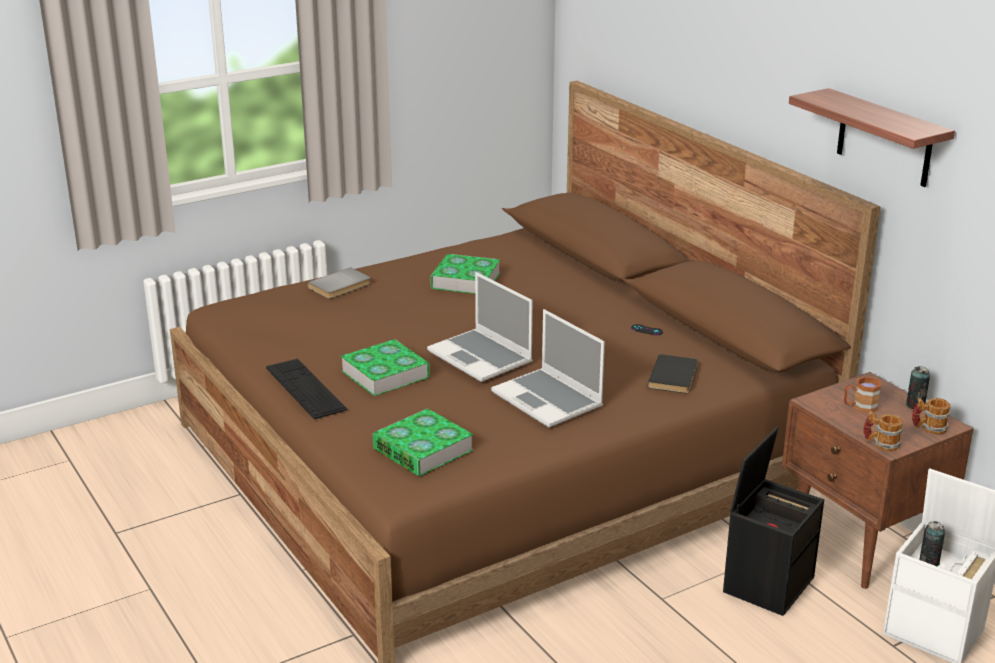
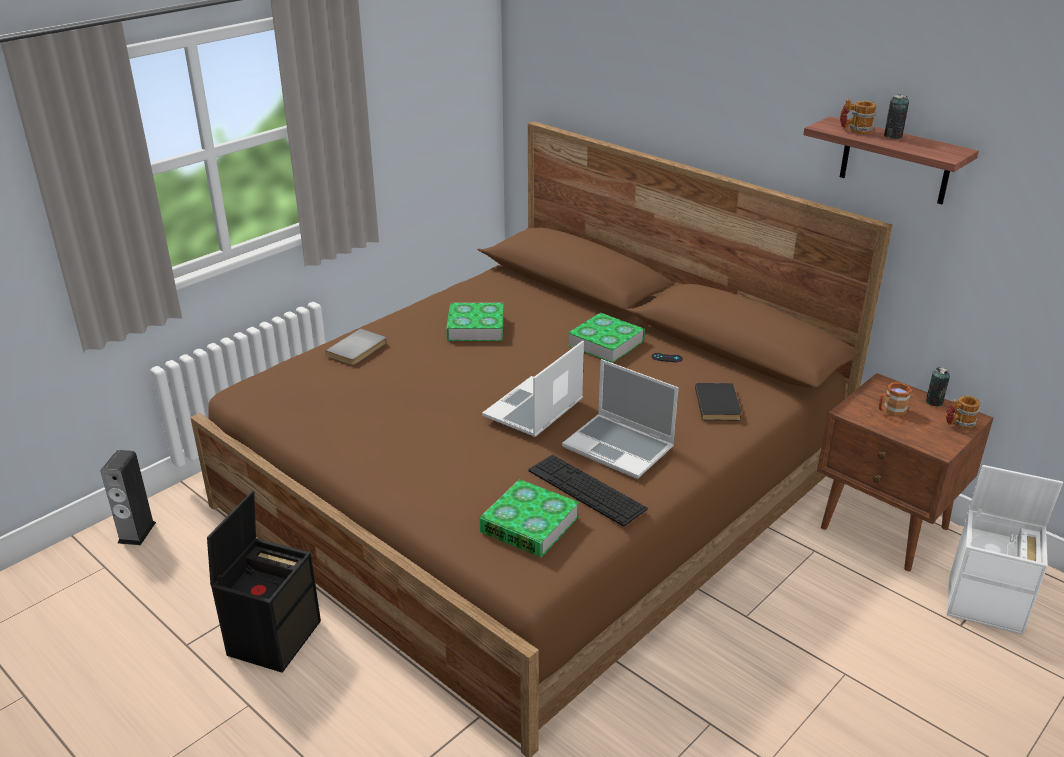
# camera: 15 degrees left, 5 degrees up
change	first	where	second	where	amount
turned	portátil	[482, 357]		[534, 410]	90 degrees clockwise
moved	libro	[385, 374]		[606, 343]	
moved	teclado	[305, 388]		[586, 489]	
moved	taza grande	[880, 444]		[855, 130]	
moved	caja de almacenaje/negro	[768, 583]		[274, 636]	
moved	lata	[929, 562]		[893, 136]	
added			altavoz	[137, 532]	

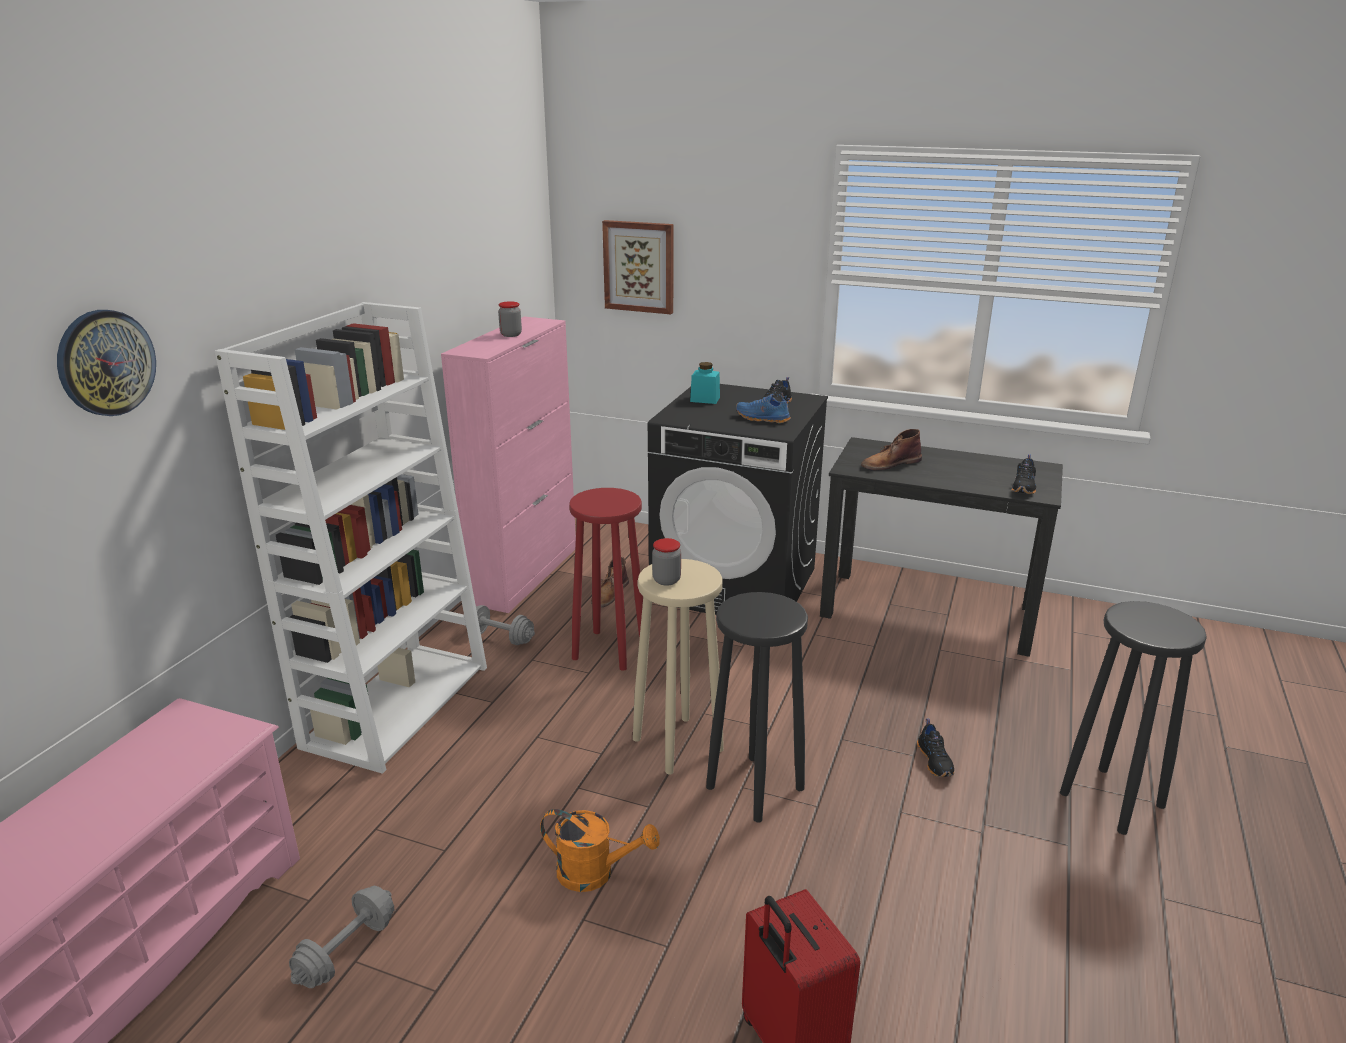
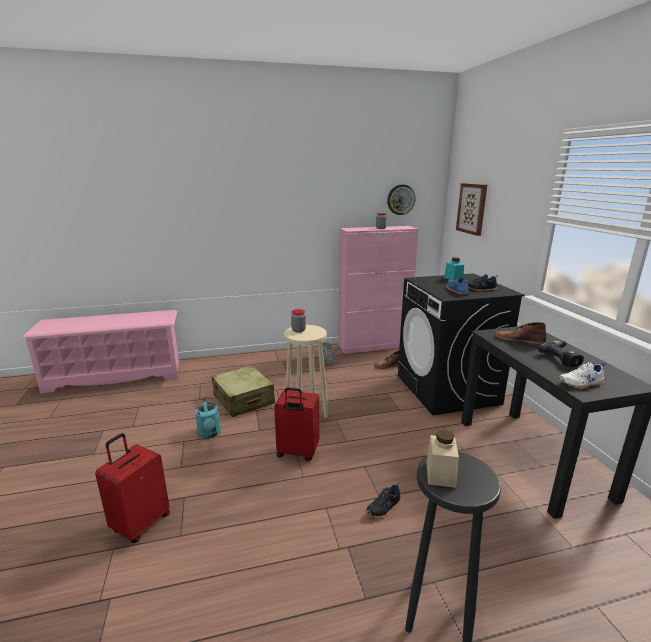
# camera: 55 degrees right, 5 degrees down
change	first	where	second	where	amount
removed	estantería/blanco	[397, 704]			
moved	reloj de pared	[106, 363]		[400, 199]	
recoloured	zapato/negro	[1024, 487]	zapato/blanco	[581, 384]	
removed	taburete/rojo	[610, 650]			
replaced	taburete/negro	[754, 788]	maleta/rojo	[297, 453]	
recoloured	regadera/naranja	[595, 873]	regadera/turquesa	[210, 433]	
removed	mancuerna/gris	[346, 951]			
added			taladro	[563, 358]	
added			maleta/beis	[243, 399]	
added			tarro/beis	[440, 474]	

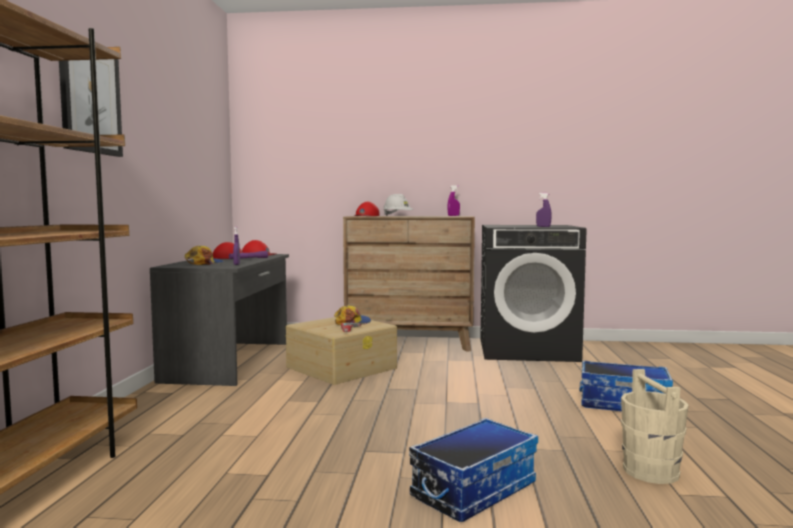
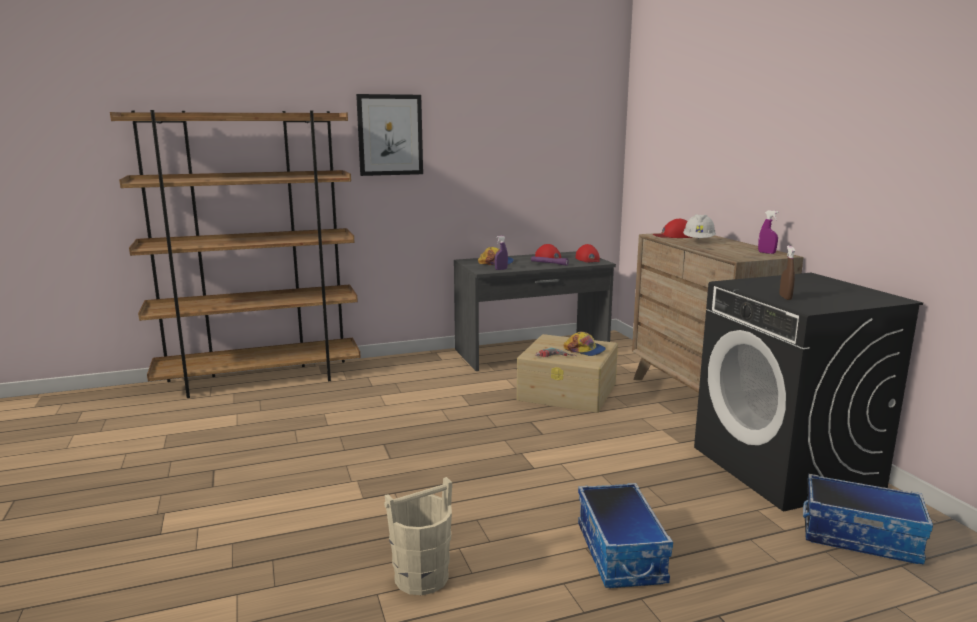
# camera: 65 degrees right, 10 degrees up
change	first	where	second	where	amount
recoloured	pulverizador/morado	[543, 226]	pulverizador/marrón	[785, 297]	
moved	caja de almacenaje	[473, 489]		[860, 537]	

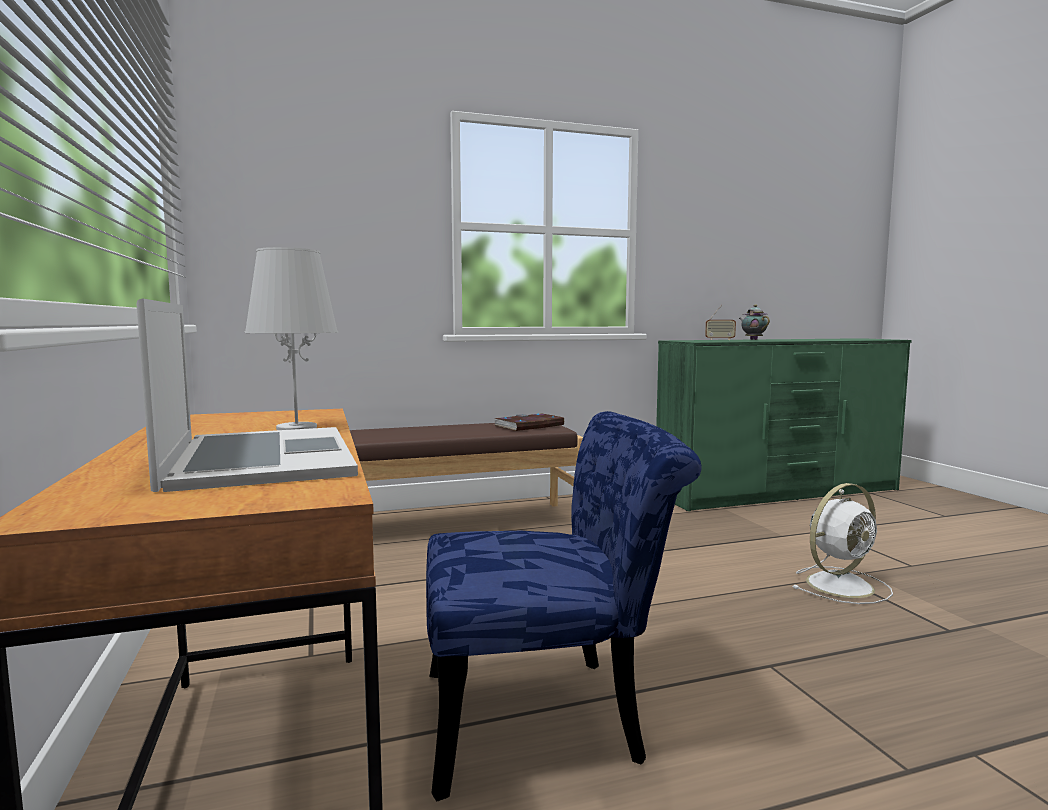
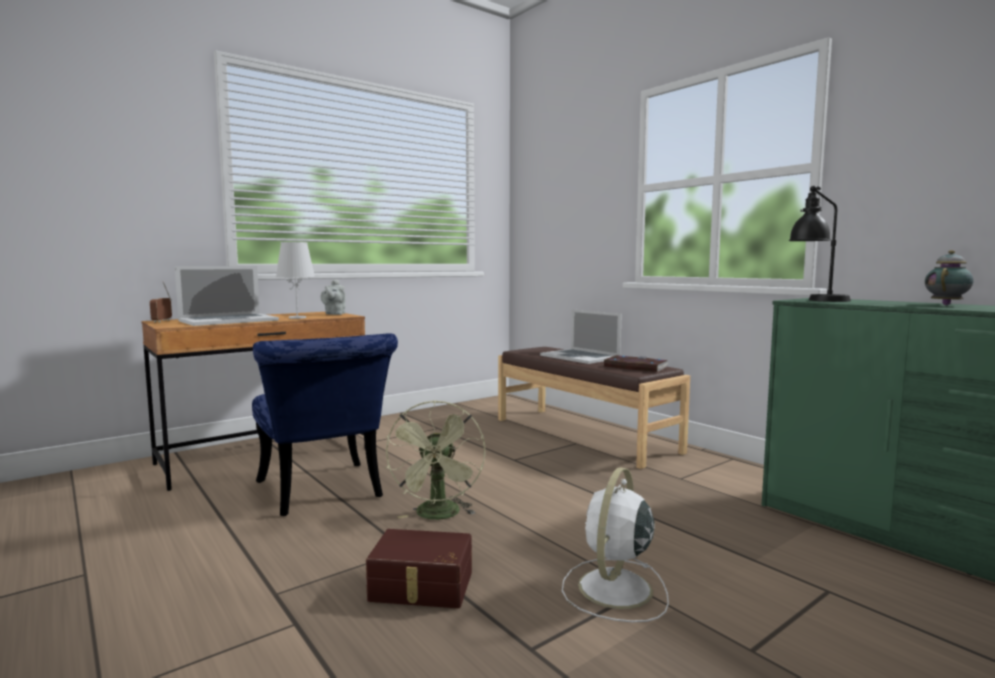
# camera: 70 degrees right, 0 degrees up
change	first	where	second	where	amount
moved	radio	[719, 340]		[162, 321]	
turned	ventilador/blanco	[841, 585]		[614, 590]	75 degrees clockwise
added			lámpara de mesa/negro	[817, 301]	
added			tetera/gris	[334, 314]	
added			portátil	[580, 357]	
added			ventilador/verde	[439, 516]	
added			caja de almacenaje/marrón	[421, 587]	

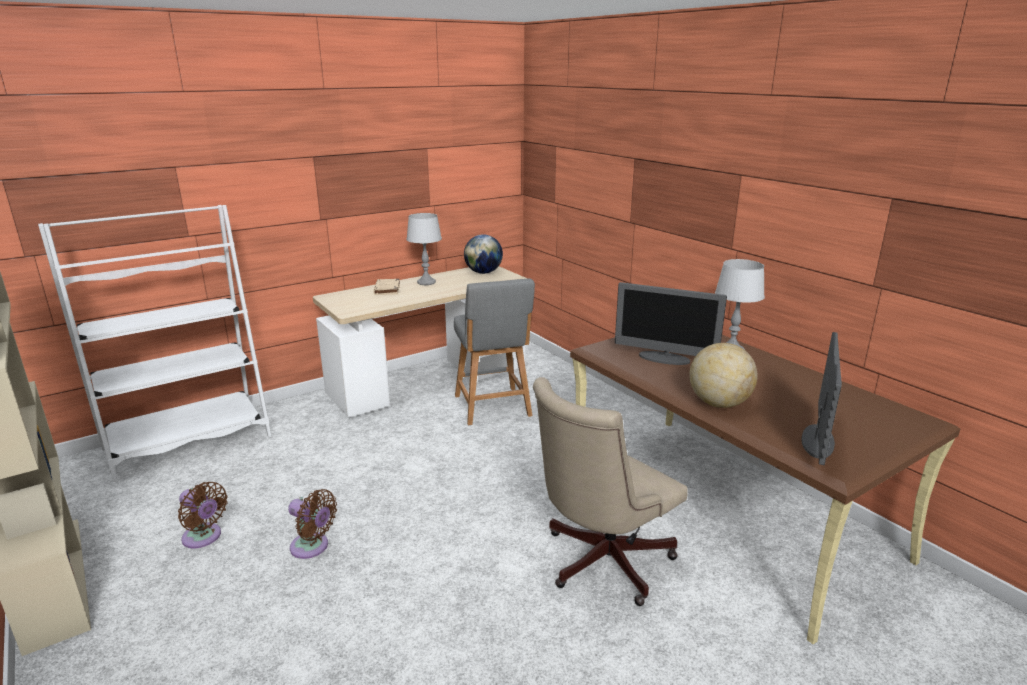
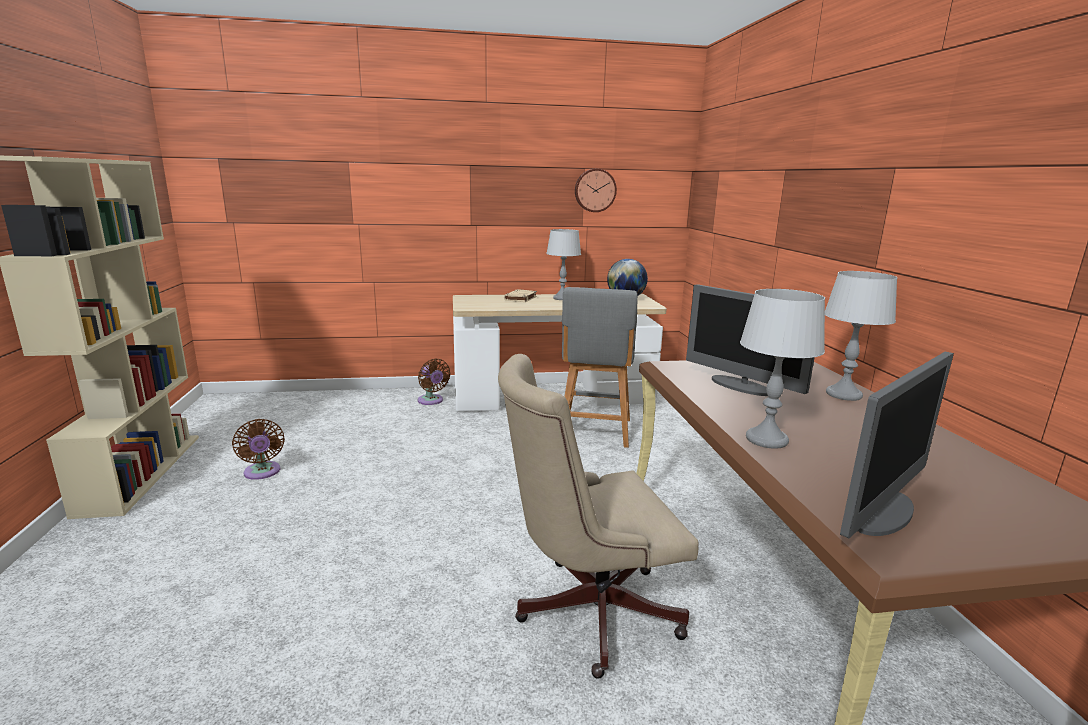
# camera: 25 degrees right, 5 degrees down
change	first	where	second	where	amount
removed	estantería/blanco	[188, 443]			
replaced	globo terráqueo	[718, 403]	lámpara de mesa/gris	[766, 439]	
moved	ventilador/marrón	[312, 547]		[431, 401]	
added			reloj de pared	[595, 190]	

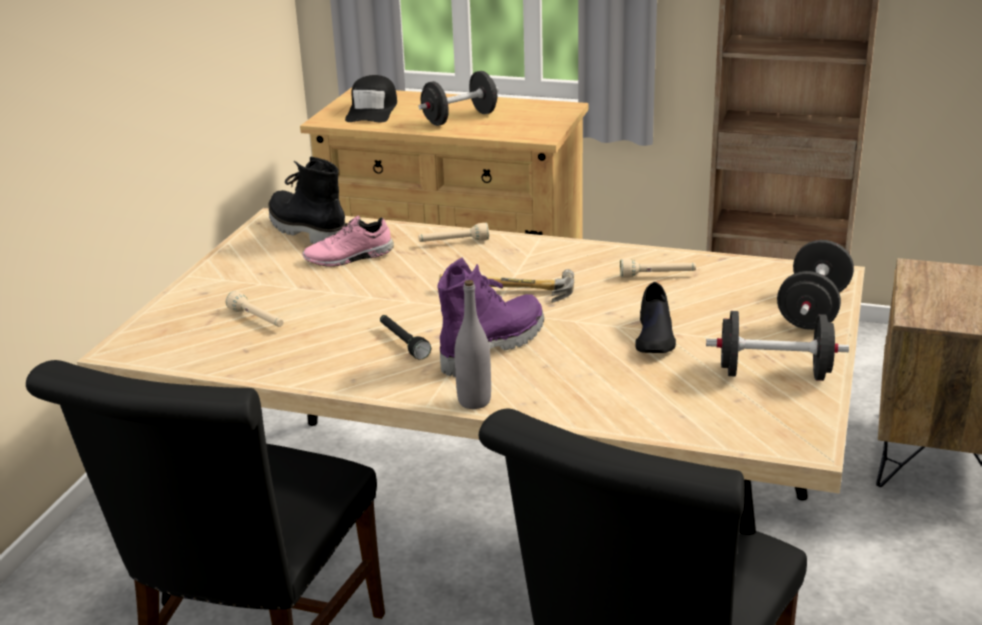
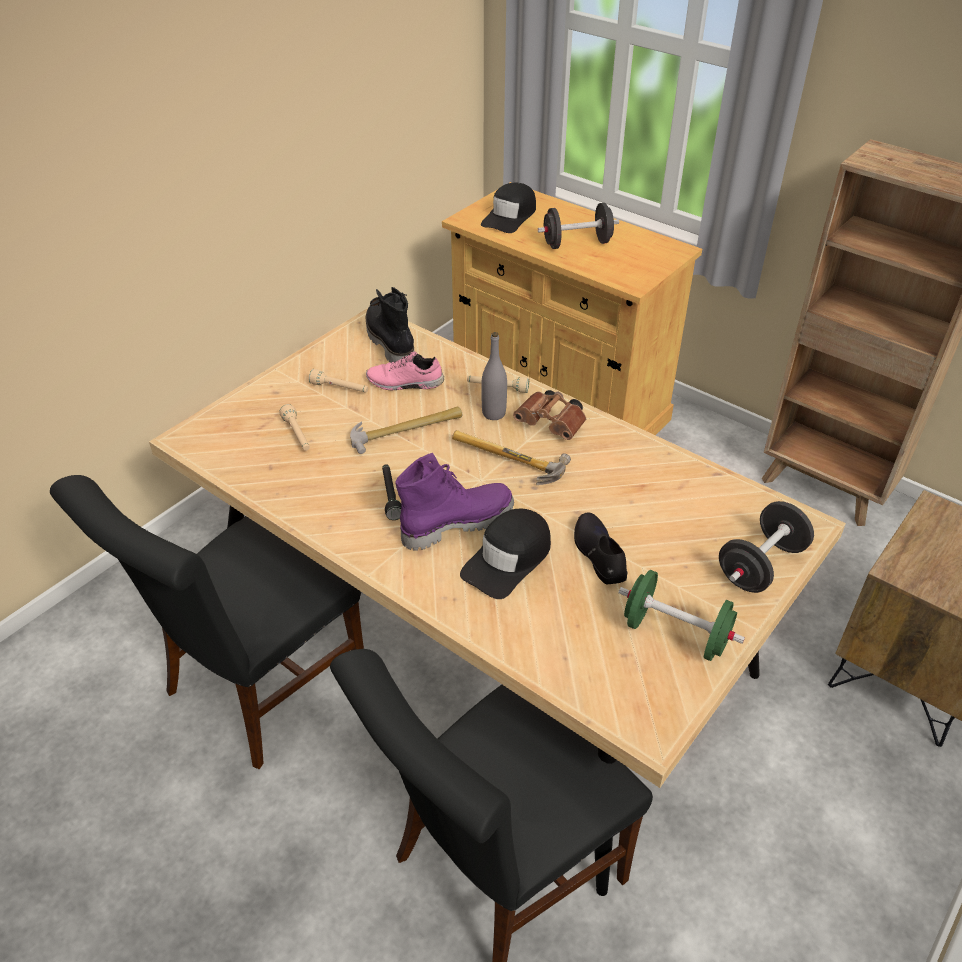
# camera: 20 degrees right, 15 degrees up
change	first	where	second	where	amount
moved	linterna/beis	[657, 276]		[340, 389]	
moved	botella/gris	[474, 401]		[494, 413]	
turned	zapato/negro	[655, 336]		[599, 553]	135 degrees clockwise
recoloured	mancuerna/negro	[774, 373]	mancuerna/verde	[675, 634]	
added			prismáticos/marrón	[552, 425]	
added			martillo	[406, 430]	
added			gorra/negro	[508, 559]	

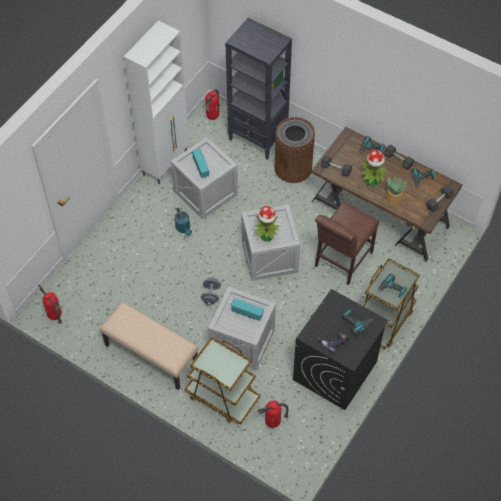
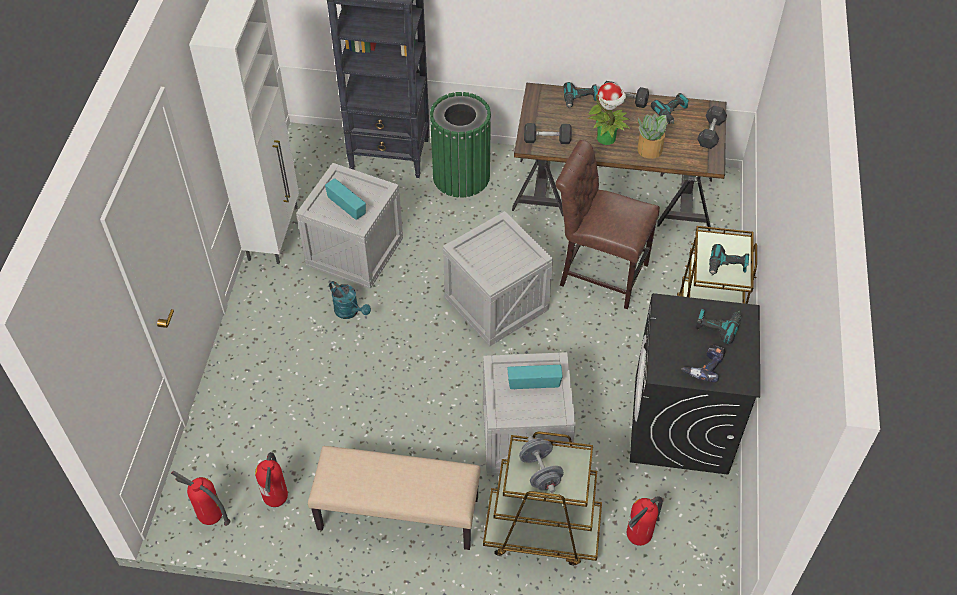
# camera: 25 degrees left, 5 degrees down
change	first	where	second	where	amount
moved	extintor	[213, 117]		[277, 500]	
recoloured	papelera/marrón	[293, 168]	papelera/verde	[461, 176]	
turned	silla/marrón	[341, 261]		[599, 272]	105 degrees clockwise
removed	planta en maceta	[267, 236]			
moved	mancuerna/gris	[211, 295]		[540, 472]	

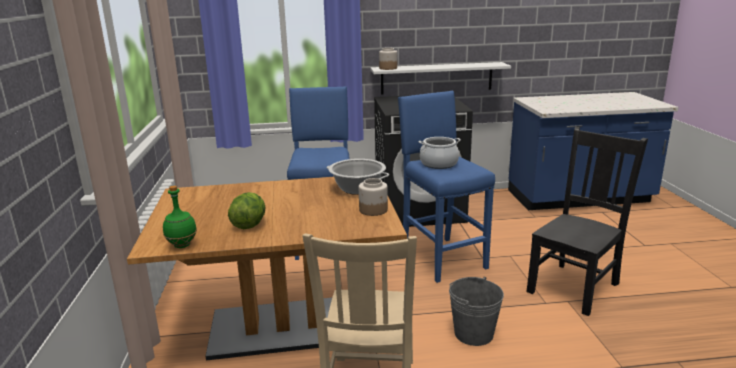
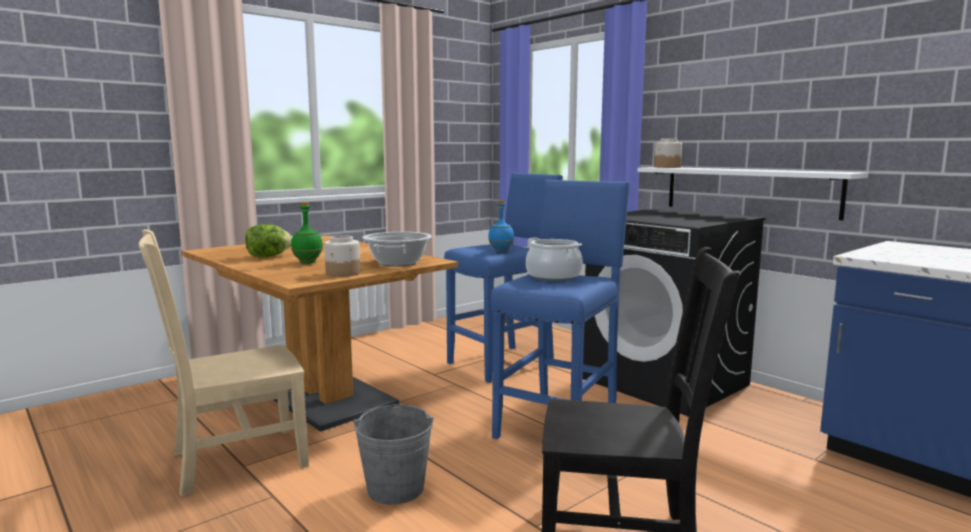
# camera: 55 degrees right, 10 degrees down
change	first	where	second	where	amount
moved	botella/verde	[182, 245]		[308, 262]	
added			botella/azul	[501, 251]	

